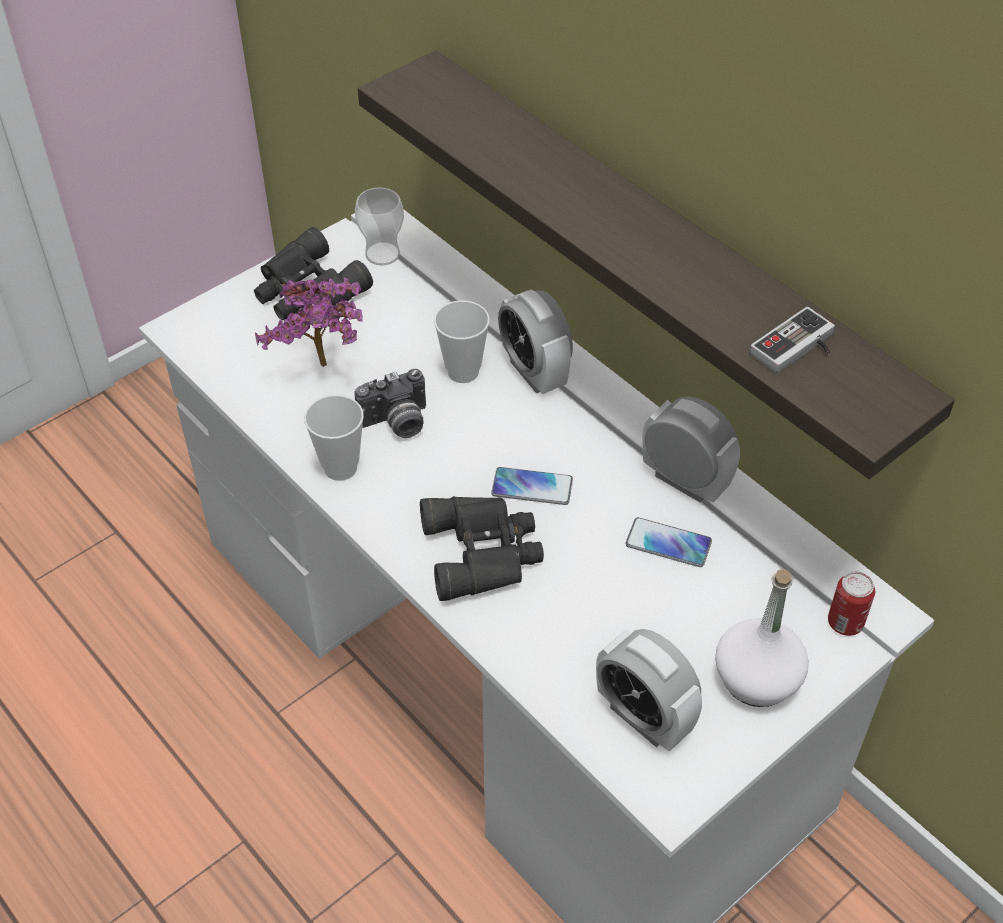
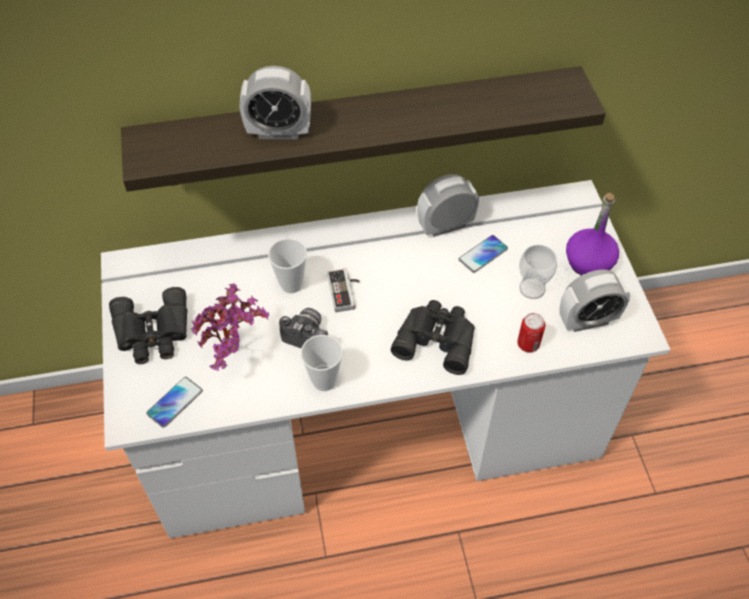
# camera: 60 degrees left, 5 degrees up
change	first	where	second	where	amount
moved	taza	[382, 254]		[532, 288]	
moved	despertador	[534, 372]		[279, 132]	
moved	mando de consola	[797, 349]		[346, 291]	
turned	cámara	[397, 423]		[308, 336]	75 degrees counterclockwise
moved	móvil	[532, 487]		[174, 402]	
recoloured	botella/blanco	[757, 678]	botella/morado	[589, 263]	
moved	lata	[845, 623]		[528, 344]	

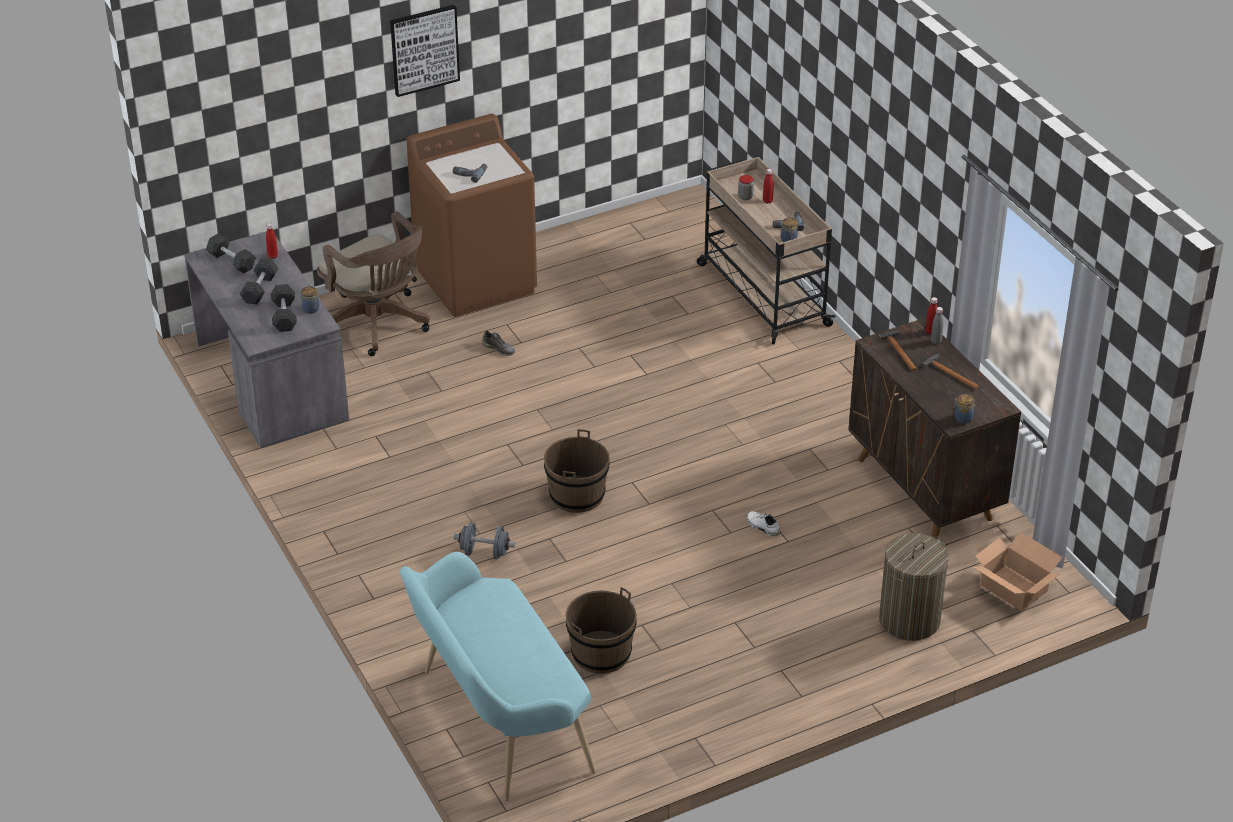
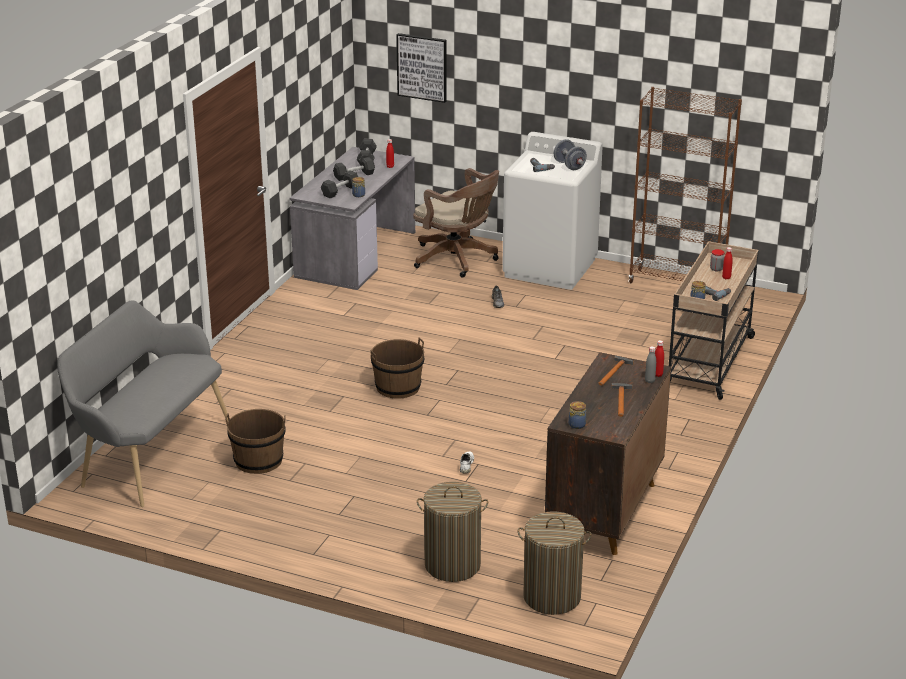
# camera: 50 degrees right, 10 degrees down
change	first	where	second	where	amount
moved	cuadro	[424, 49]		[422, 67]	
recoloured	lavadora/marrón	[476, 281]	lavadora/blanco	[550, 268]	
turned	silla de oficina/marrón	[378, 325]		[457, 259]	60 degrees counterclockwise
moved	mancuerna/gris	[484, 553]		[569, 166]	
replaced	caja de cartón	[1013, 588]	cesto de la ropa	[551, 597]	
recoloured	banco/turquesa	[497, 722]	banco/gris	[149, 453]	
added			estantería/marrón	[677, 284]	

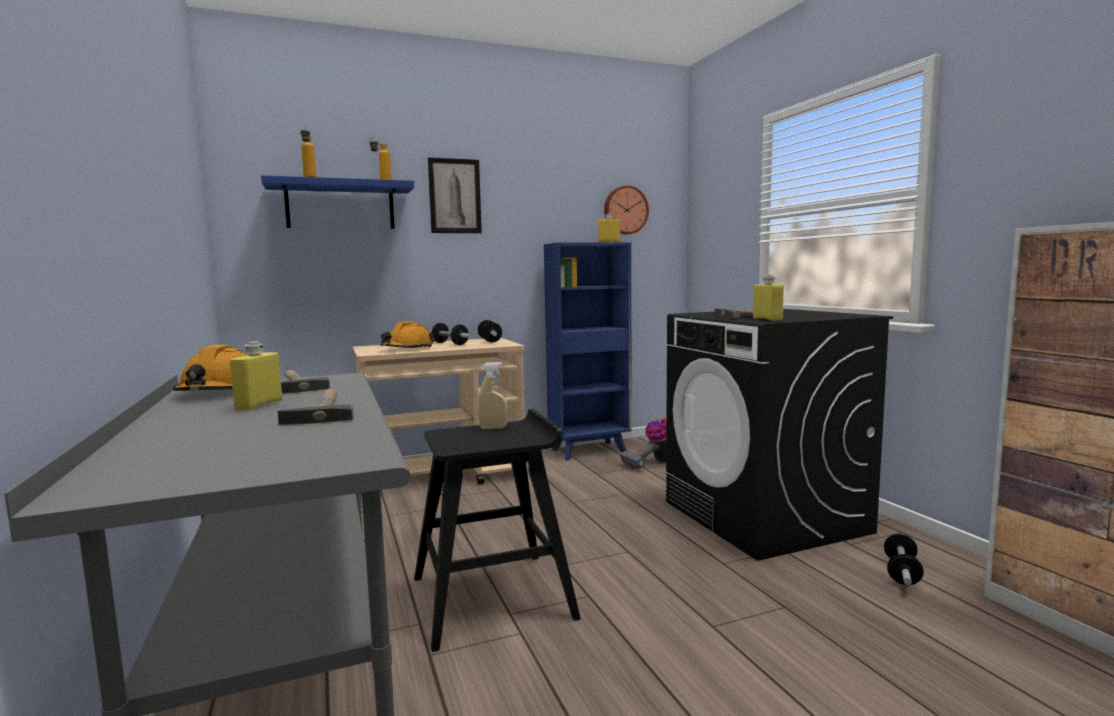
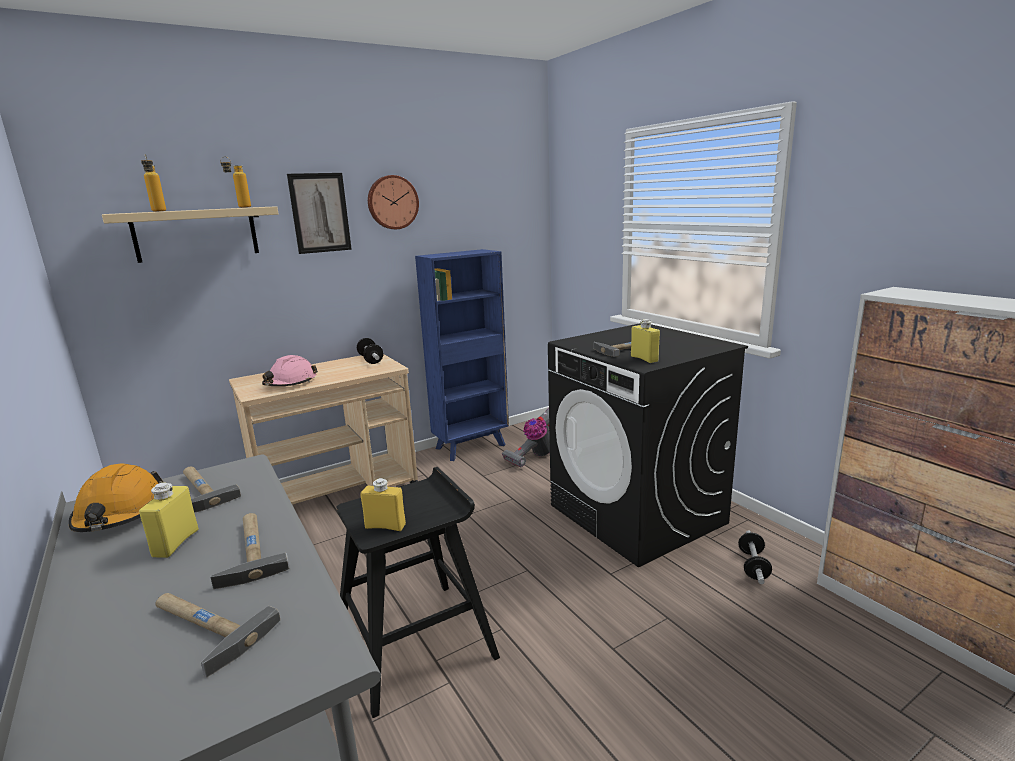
# camera: 10 degrees left, 10 degrees up
change	first	where	second	where	amount
recoloured	estante/azul	[340, 206]	estante/beis	[196, 234]	
moved	reloj de pared	[625, 210]		[392, 202]	
moved	botella/amarillo	[609, 242]		[385, 526]	
recoloured	casco/naranja	[407, 349]	casco/rosa	[290, 383]	
removed	mancuerna	[450, 344]			
removed	pulverizador/beis	[493, 428]			
added			martillo	[202, 628]	

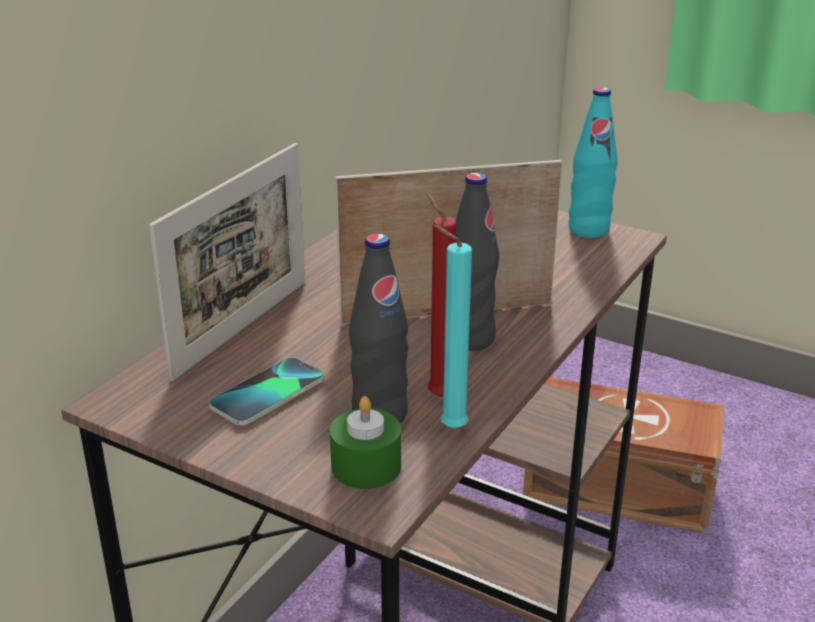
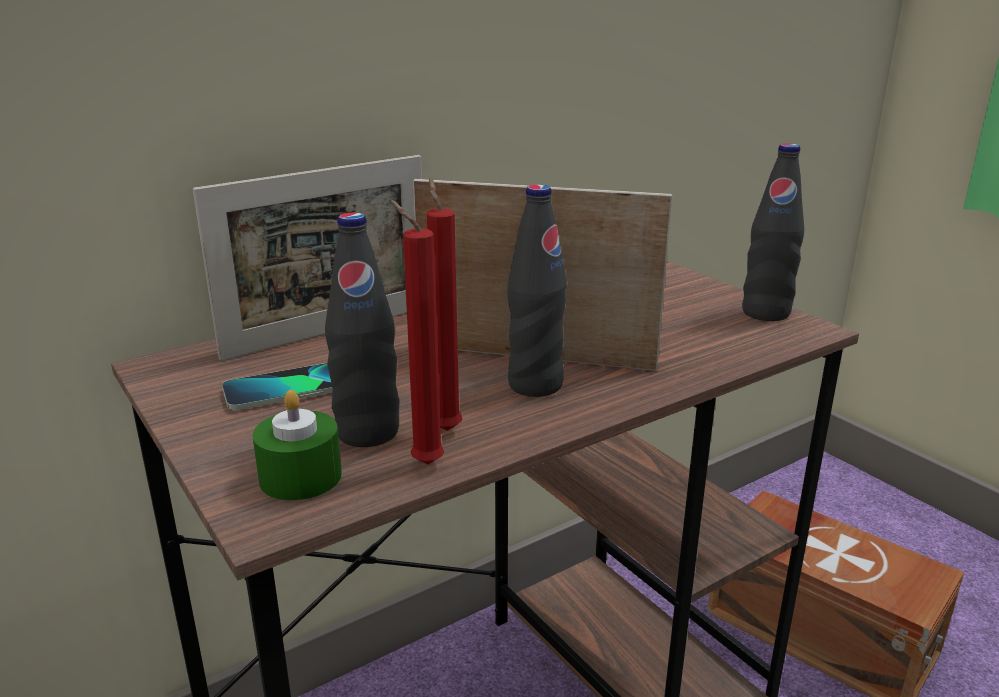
# camera: 25 degrees right, 5 degrees down
change	first	where	second	where	amount
recoloured	botella/turquesa	[588, 230]	botella/negro	[765, 313]	
recoloured	vela/turquesa	[449, 428]	vela/rojo	[423, 463]	

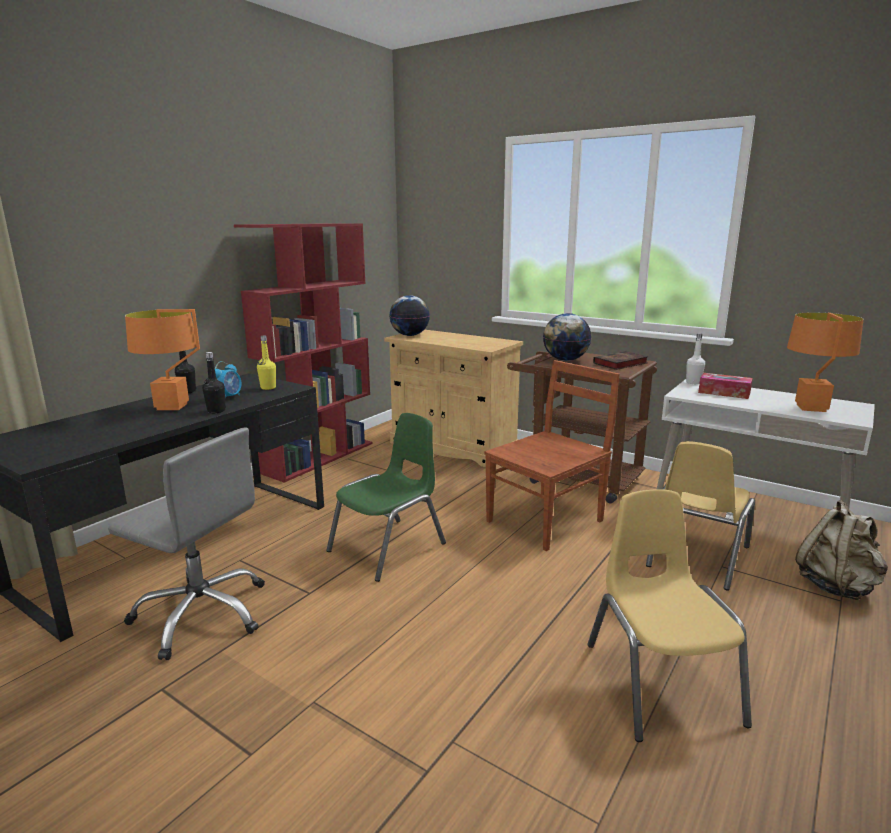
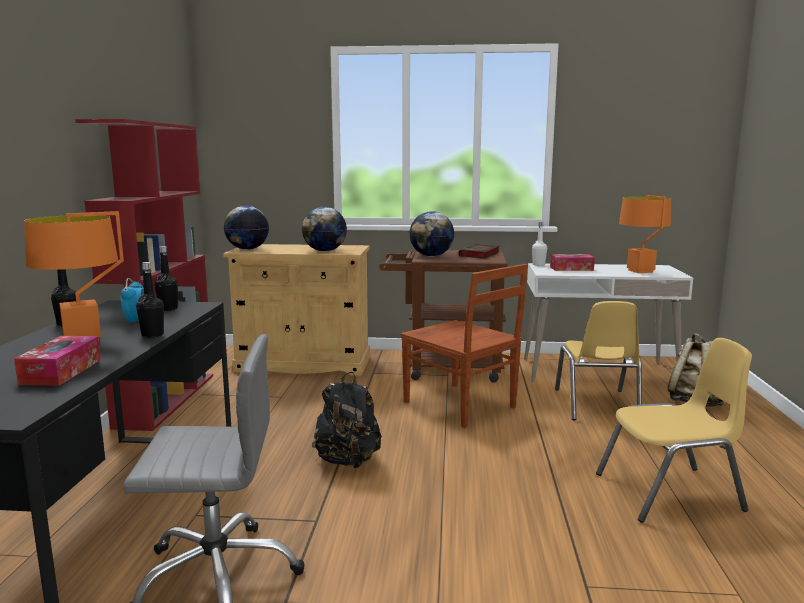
# camera: 30 degrees left, 5 degrees down
change	first	where	second	where	amount
recoloured	botella/amarillo	[268, 388]	botella/negro	[168, 309]	
turned	silla/marrón	[547, 520]		[461, 405]	120 degrees clockwise
replaced	silla/verde	[388, 548]	mochila/negro	[348, 461]	
turned	silla/amarillo	[660, 682]		[670, 493]	120 degrees clockwise
added			globo terráqueo	[324, 251]	
added			caja de pañuelos	[61, 371]	

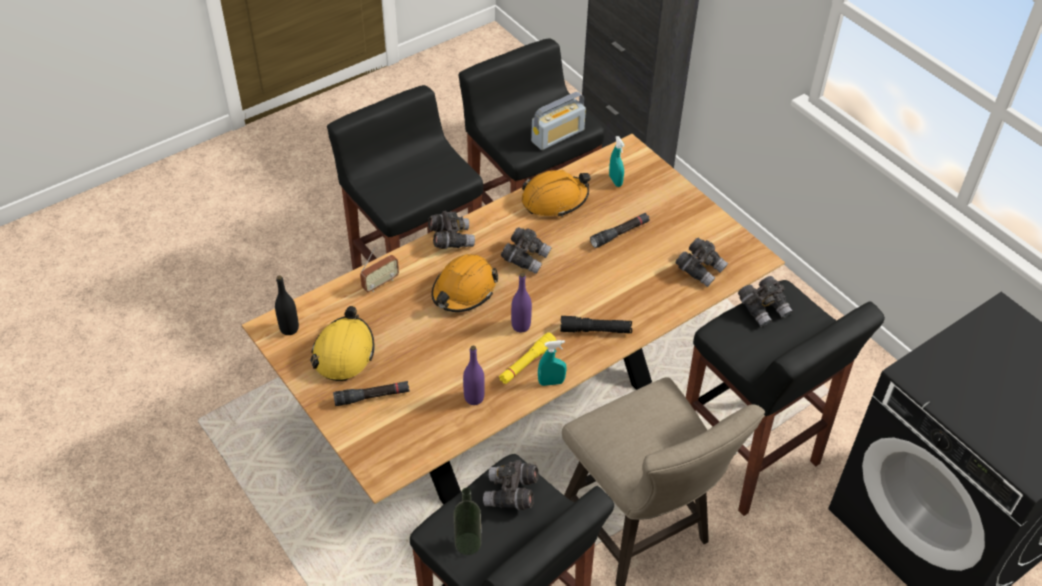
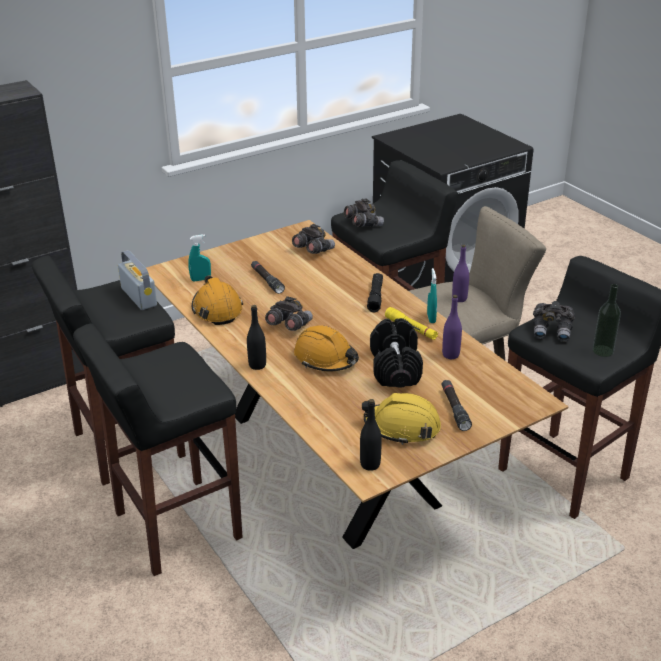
# camera: 85 degrees left, 15 degrees down
change	first	where	second	where	amount
replaced	prismáticos/gris	[451, 239]	botella/negro	[257, 365]	
removed	radio	[380, 283]			
moved	botella/morado	[521, 326]		[459, 299]	
added			mancuerna/negro	[395, 367]	

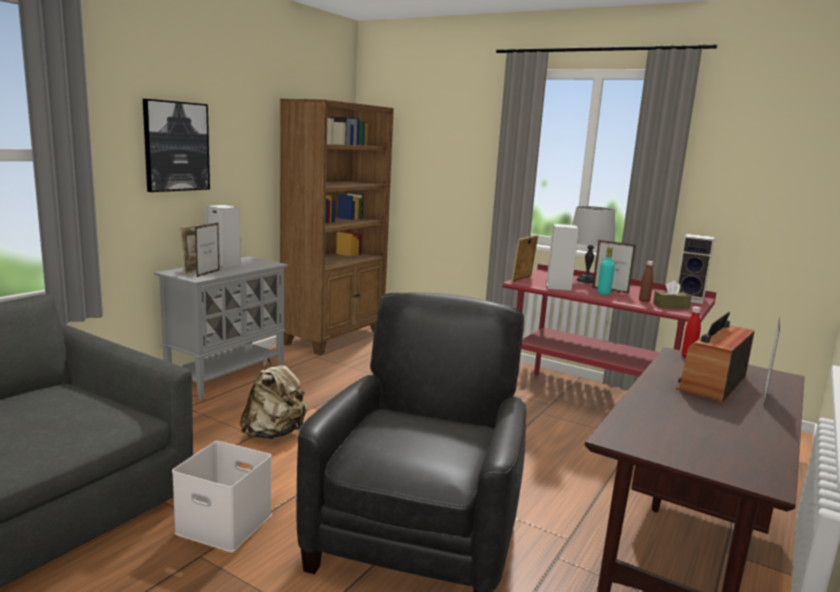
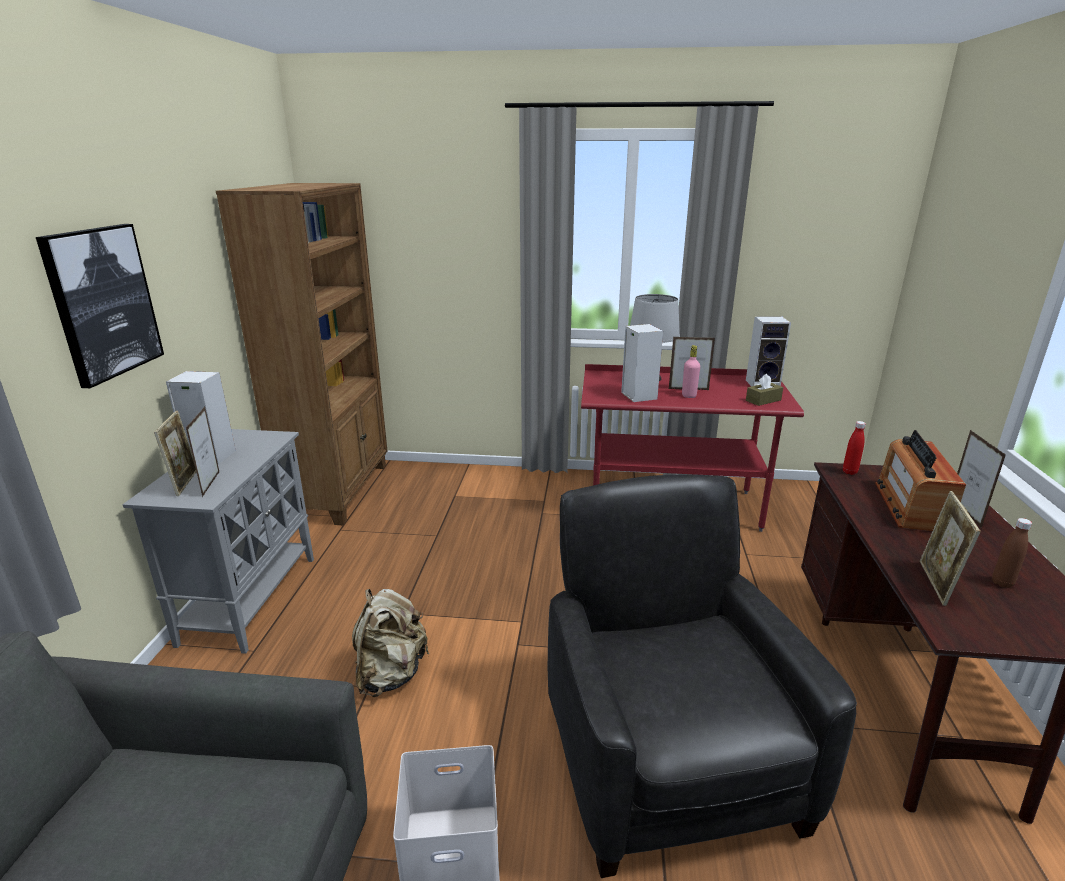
# camera: 25 degrees left, 10 degrees up
change	first	where	second	where	amount
moved	portarretratos	[522, 280]		[936, 584]	
recoloured	botella/turquesa	[603, 293]	botella/rosa	[689, 396]	
moved	botella/marrón	[644, 301]		[1002, 583]	

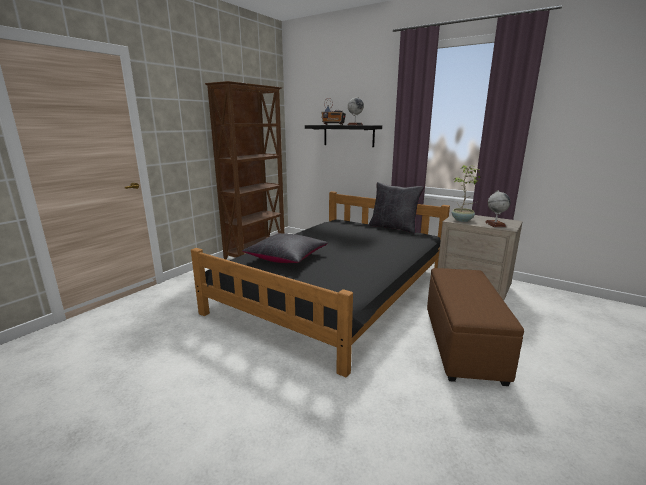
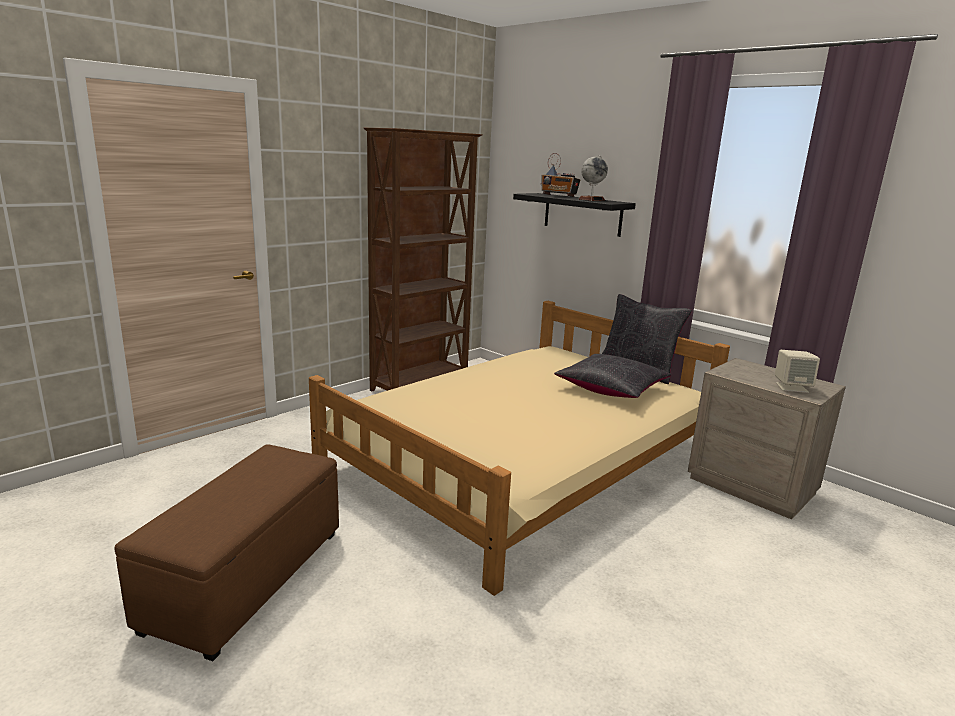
# camera: 10 degrees right, 0 degrees up
change	first	where	second	where	amount
removed	planta en maceta	[462, 220]			
replaced	globo terráqueo	[495, 224]	altavoz/beis	[791, 387]	
recoloured	cama/negro	[336, 290]	cama/beis	[524, 460]	
moved	cojín/negro	[286, 257]		[611, 389]	
moved	puf/marrón	[463, 344]		[246, 580]	

